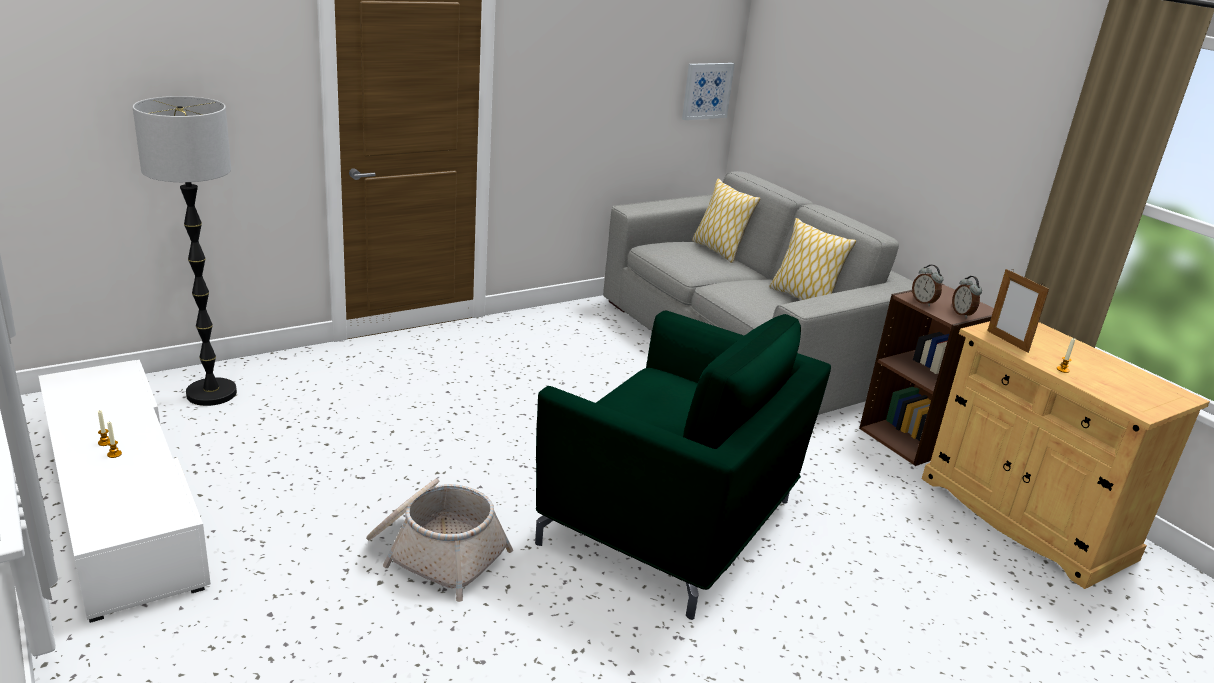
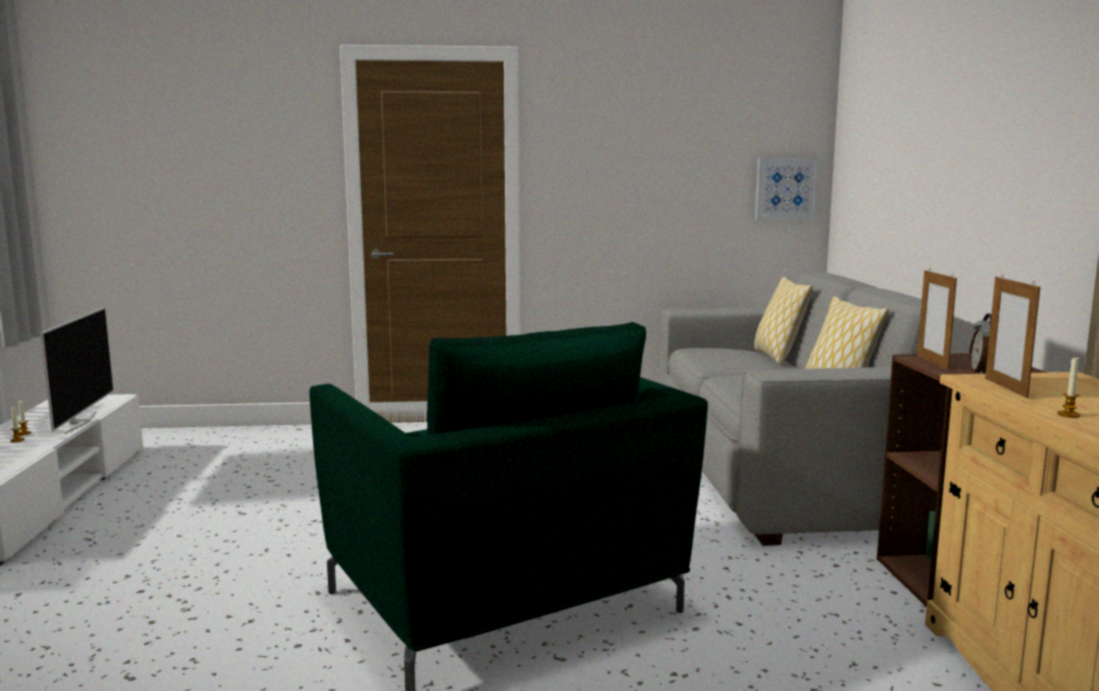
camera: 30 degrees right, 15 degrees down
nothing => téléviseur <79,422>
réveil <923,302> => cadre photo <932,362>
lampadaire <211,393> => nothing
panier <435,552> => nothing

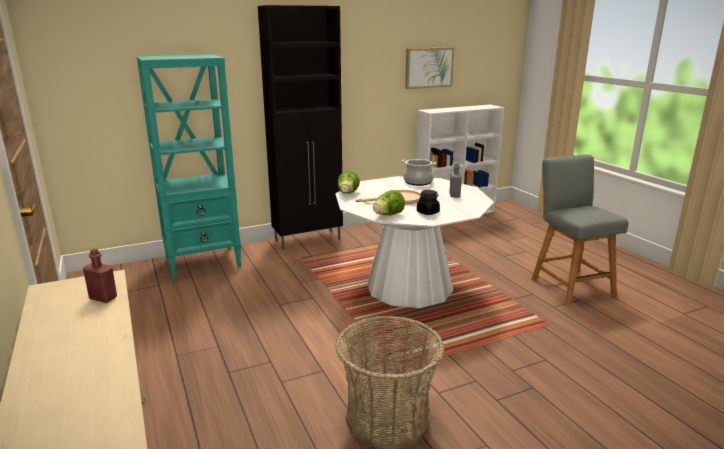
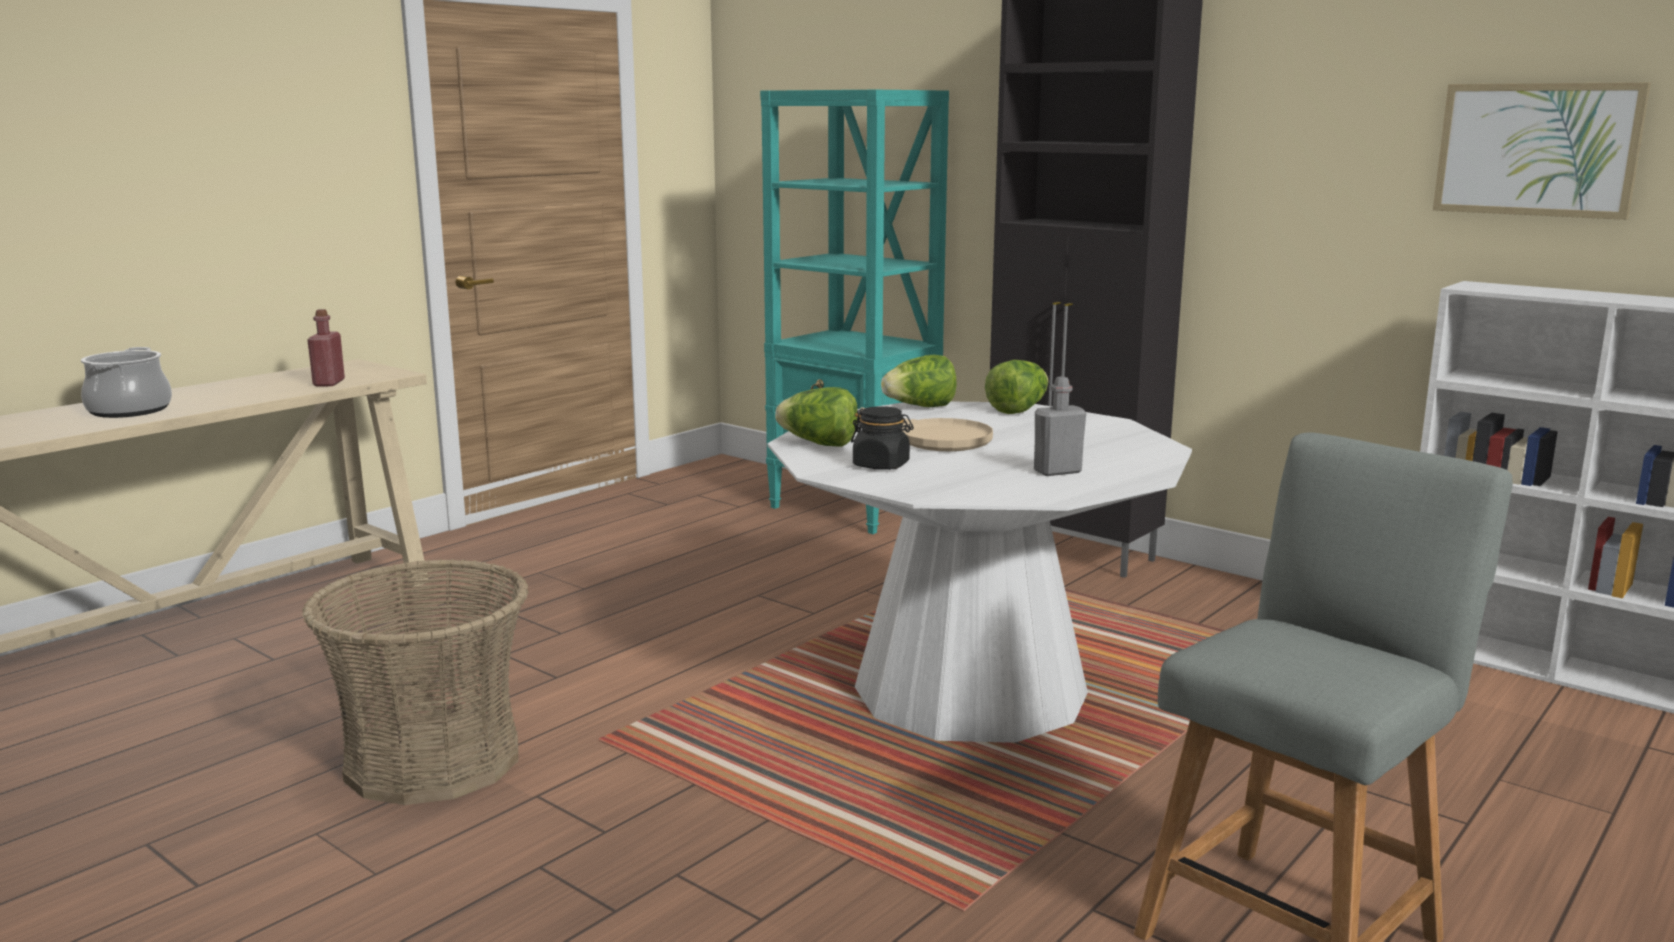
camera: 65 degrees right, 5 degrees down
marmite <418,182> => marmite <130,410>, shifted
nothing => laitue <1018,410>

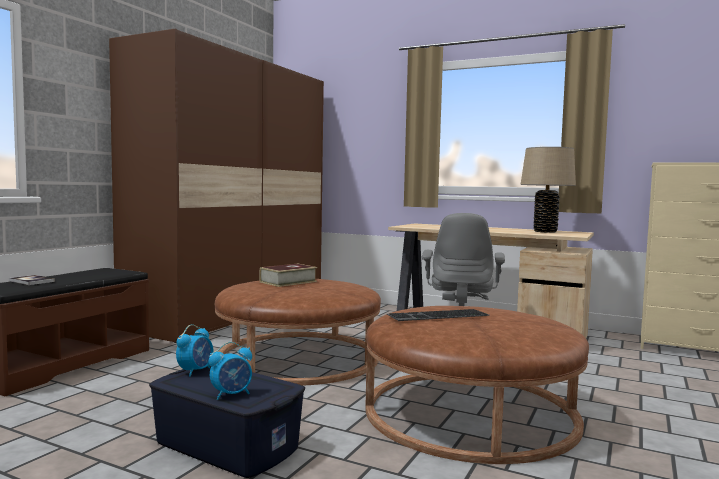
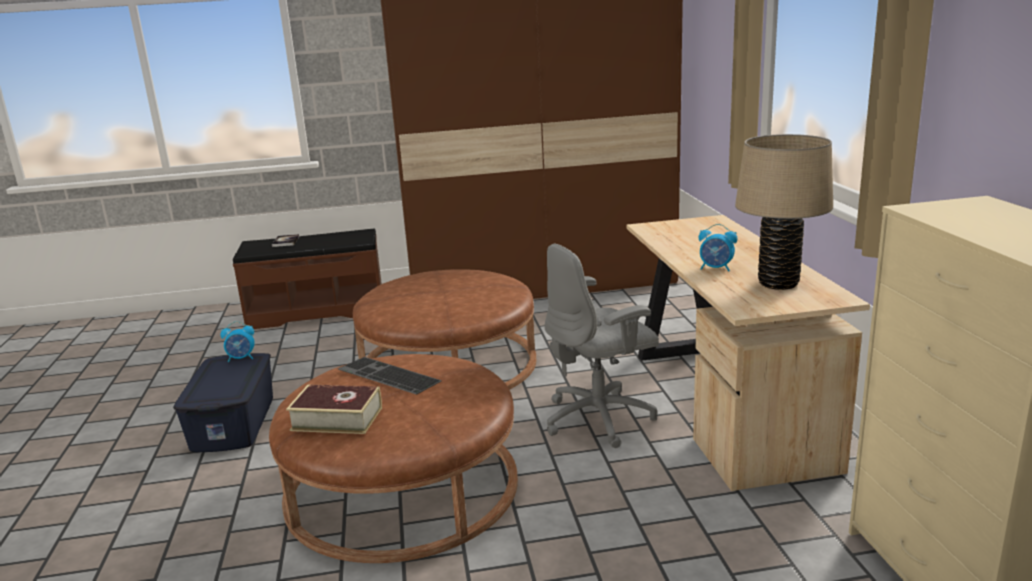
camera: 55 degrees right, 15 degrees up
livre <288,282> => livre <337,419>, shifted
réveil <232,394> => réveil <716,268>, shifted

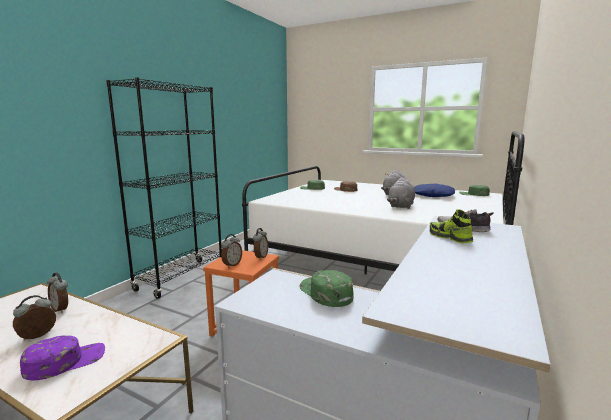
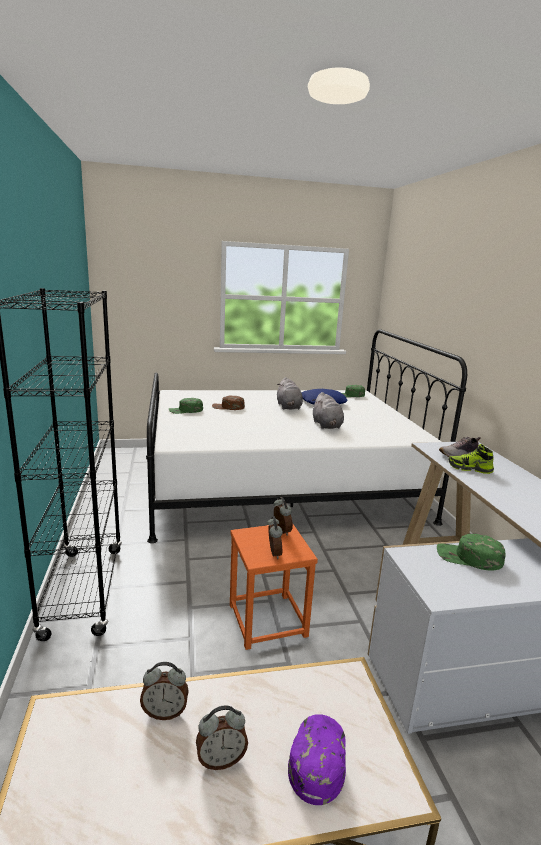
camera: 40 degrees left, 5 degrees up
réveil <38,336> => réveil <221,759>, 105 degrees counterclockwise

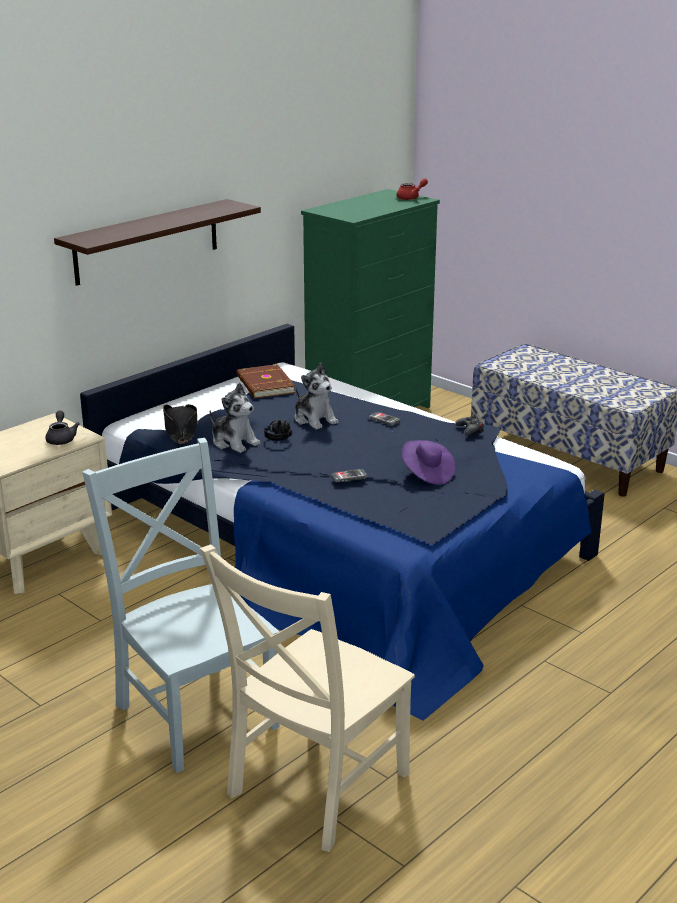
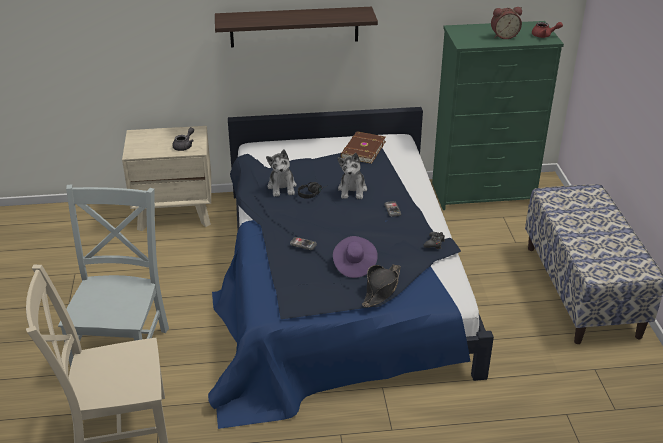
camera: 40 degrees right, 10 degrees up
chapeau [noir] <181,430> => chapeau [noir] <381,289>, shifted
nothing => réveil <504,36>

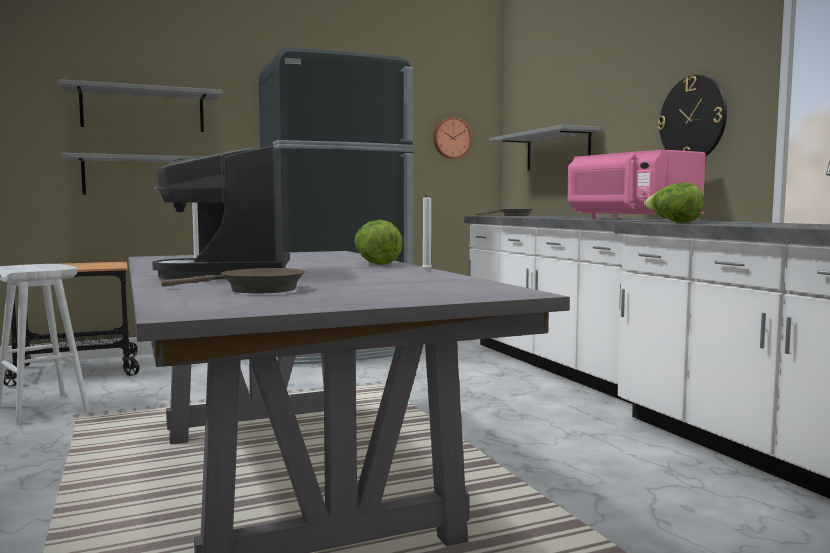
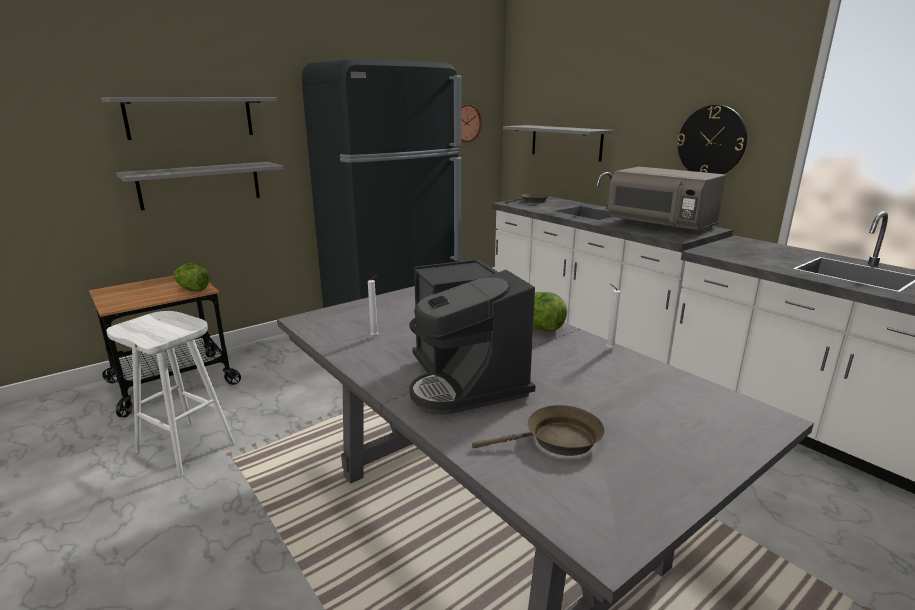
camera: 15 degrees left, 15 degrees up
laitue <674,222> => laitue <192,290>, shifted
micro-ondes [rose] <632,219> => micro-ondes [gris] <660,225>

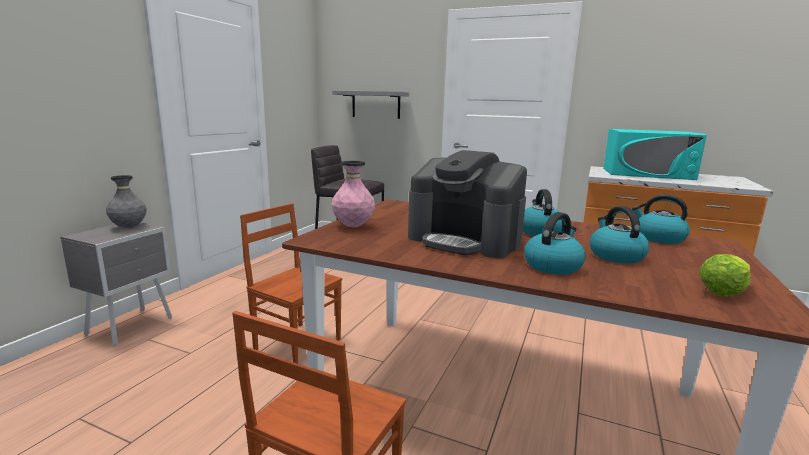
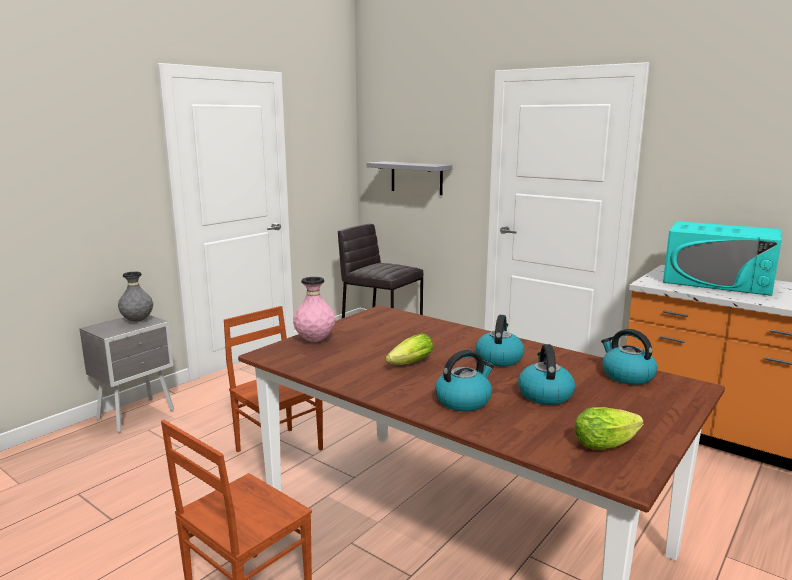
camera: 15 degrees right, 0 degrees up
machine à café <465,240> => laitue <408,364>

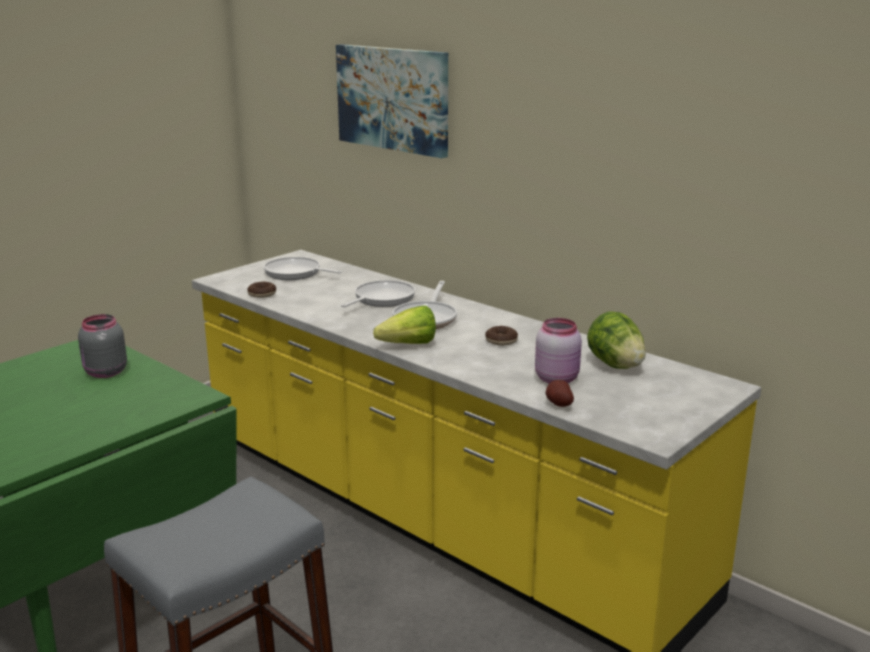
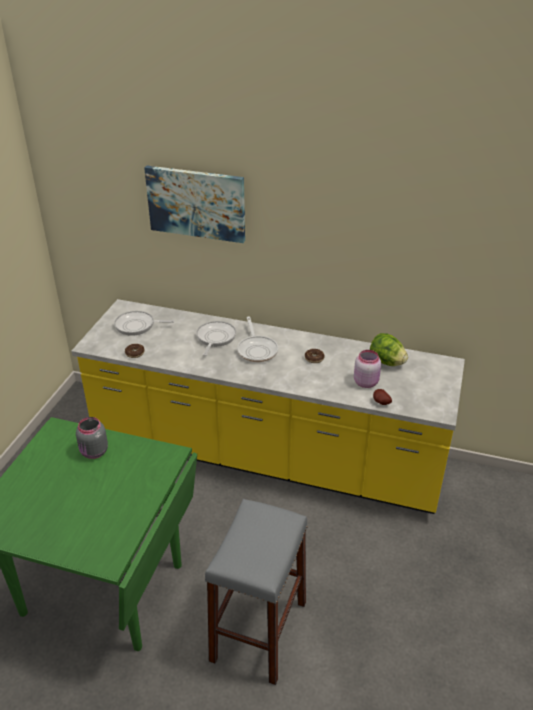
camera: 25 degrees left, 15 degrees up
laitue <403,345> => nothing

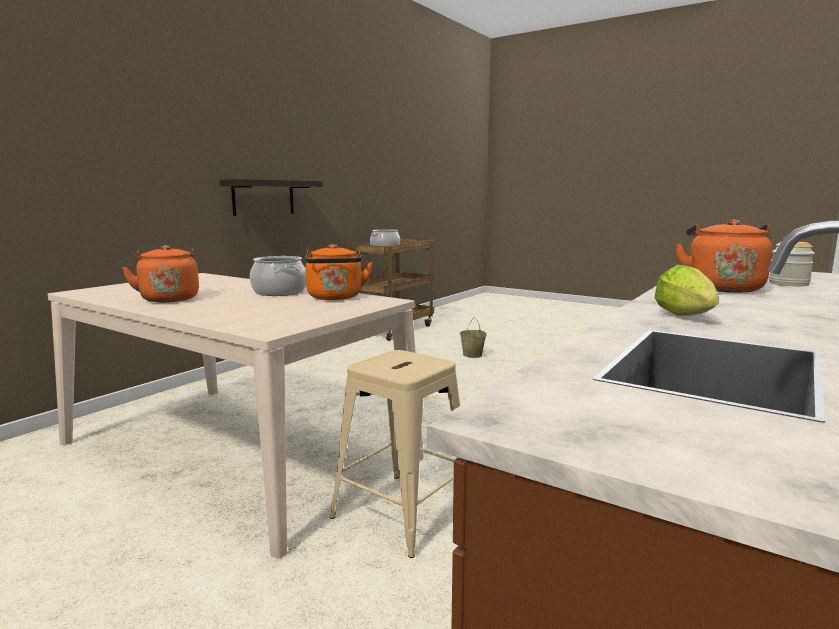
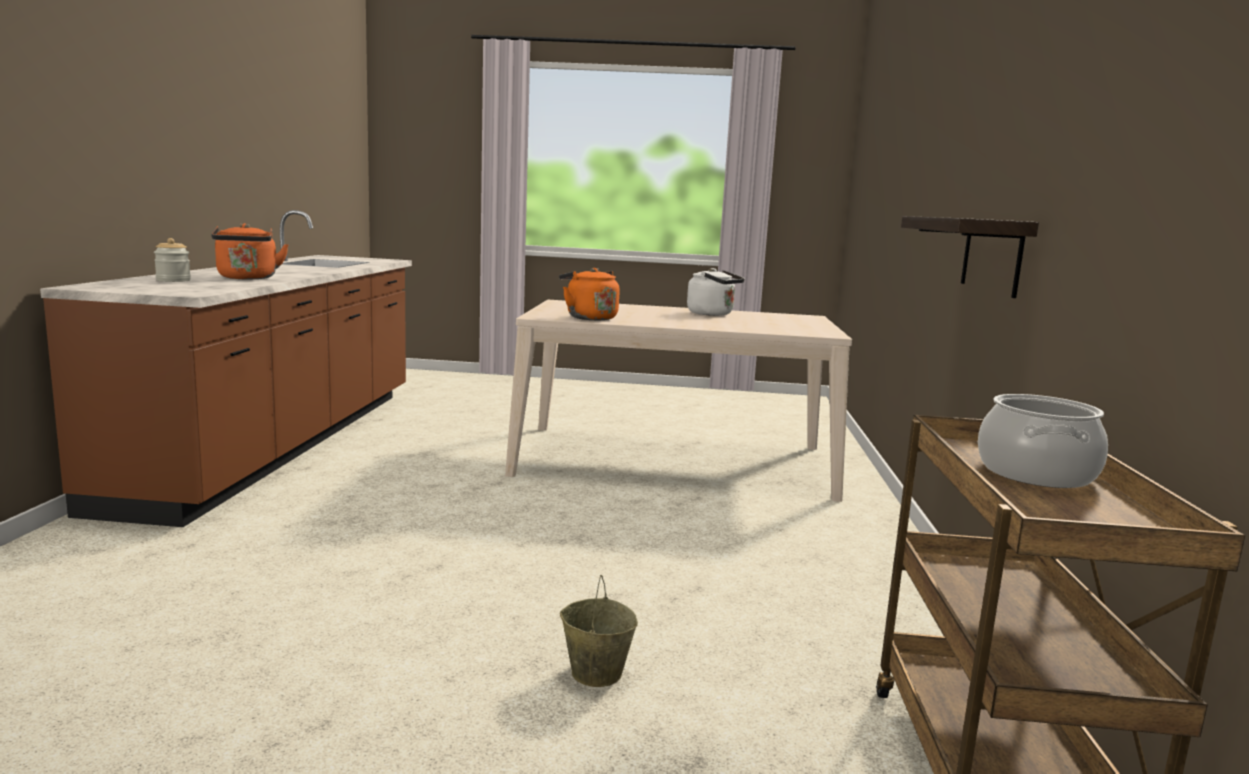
camera: 150 degrees right, 0 degrees up
bouilloire [orange] <169,298> => bouilloire [blanc] <713,314>
marmite <280,292> => nothing
tabouret [beige] <402,512> => nothing
laitue <687,317> => nothing

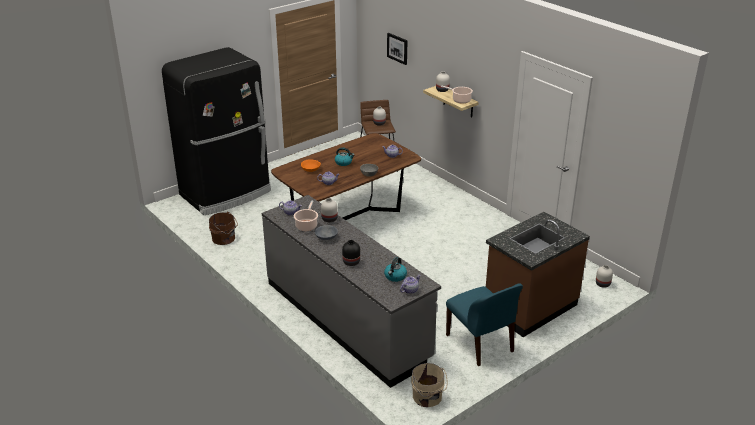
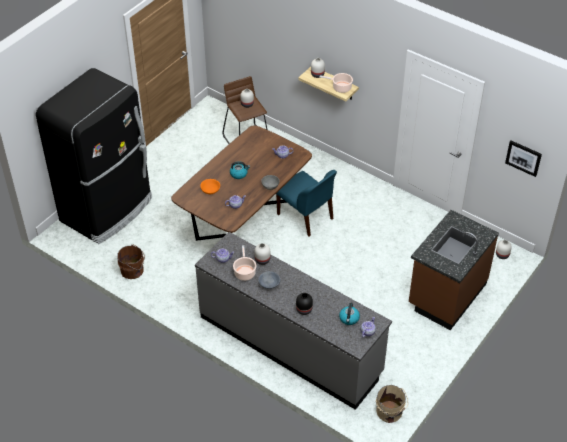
camera: 15 degrees left, 15 degrees up
chaise [bleu] <480,344> => chaise [bleu] <306,217>, shifted
tableau <397,48> => tableau <523,157>, shifted

